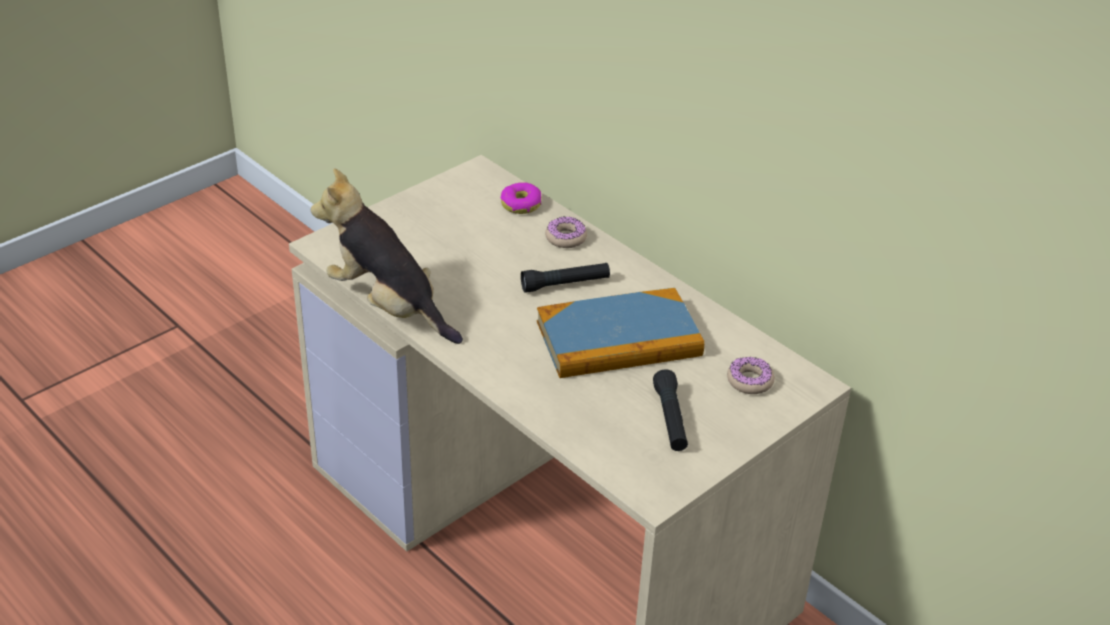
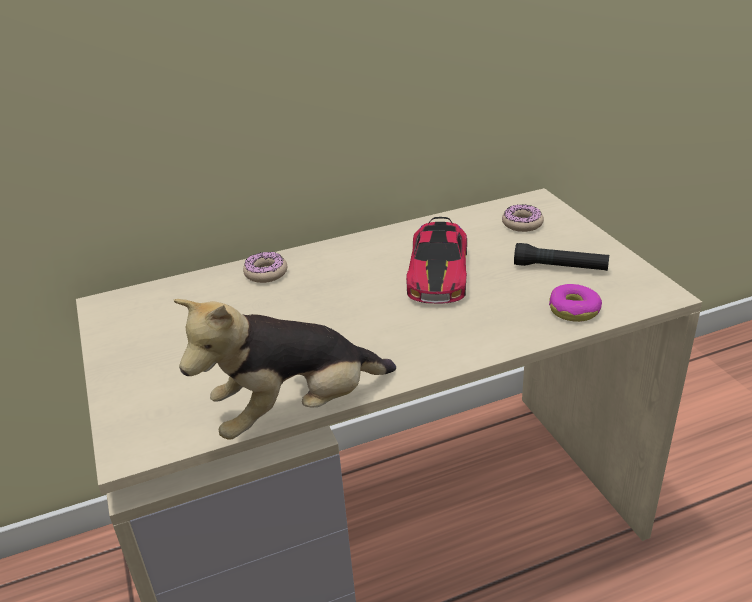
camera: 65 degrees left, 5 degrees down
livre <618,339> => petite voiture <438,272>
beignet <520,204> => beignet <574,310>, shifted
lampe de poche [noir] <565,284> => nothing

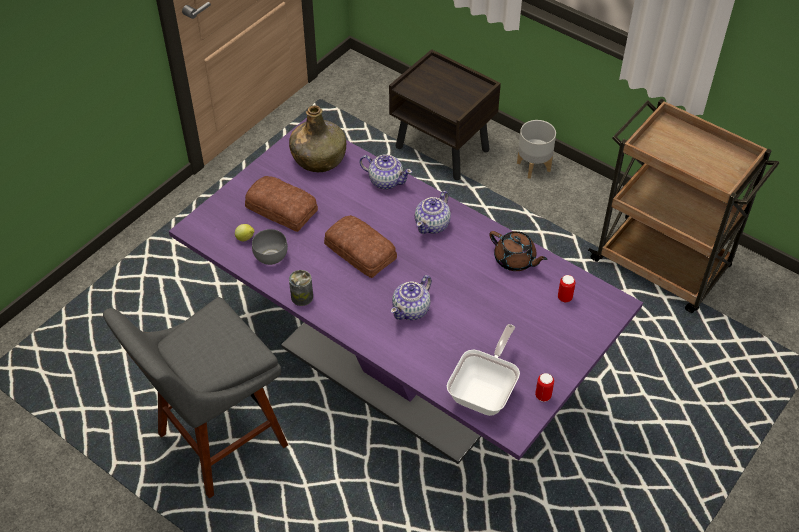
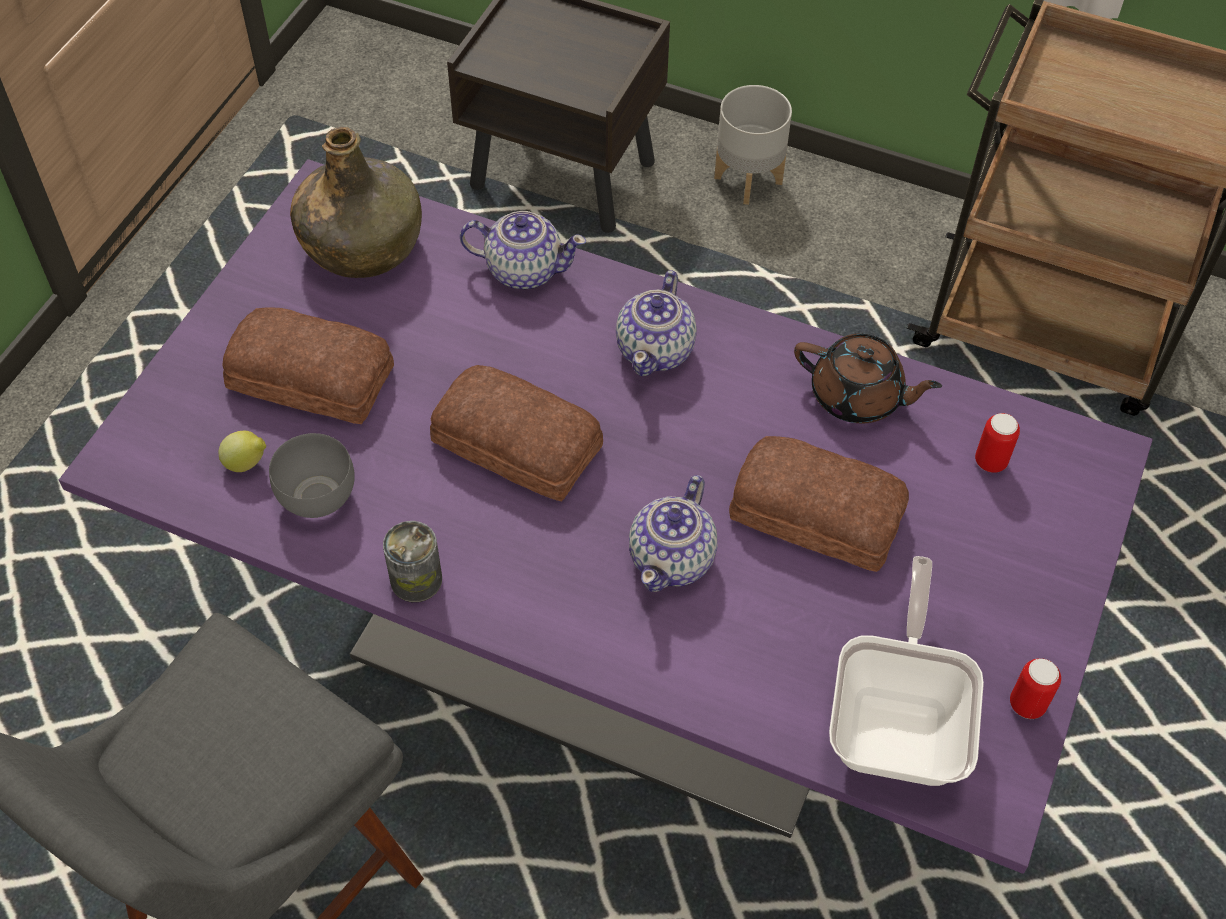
camera: 15 degrees left, 5 degrees up
nothing => pain <816,510>

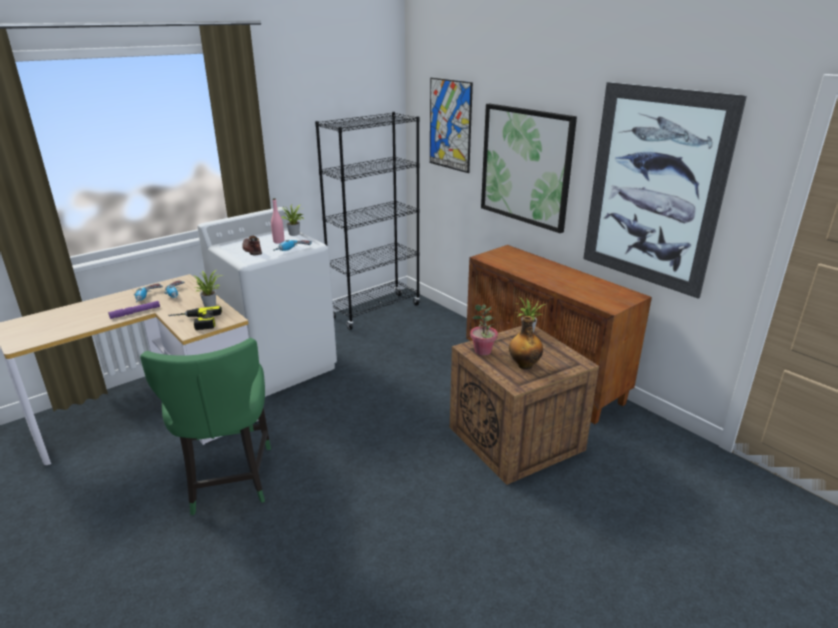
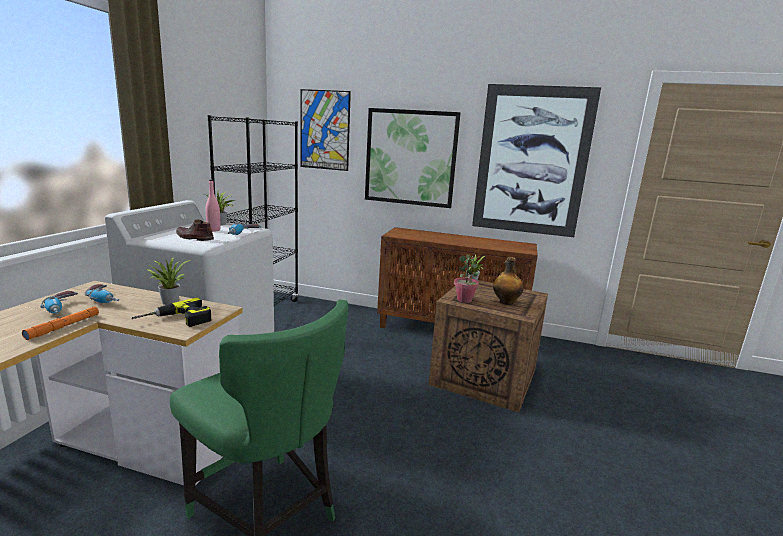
camera: 35 degrees left, 10 degrees down
lampe de poche [violet] <135,312> => lampe de poche [orange] <63,326>

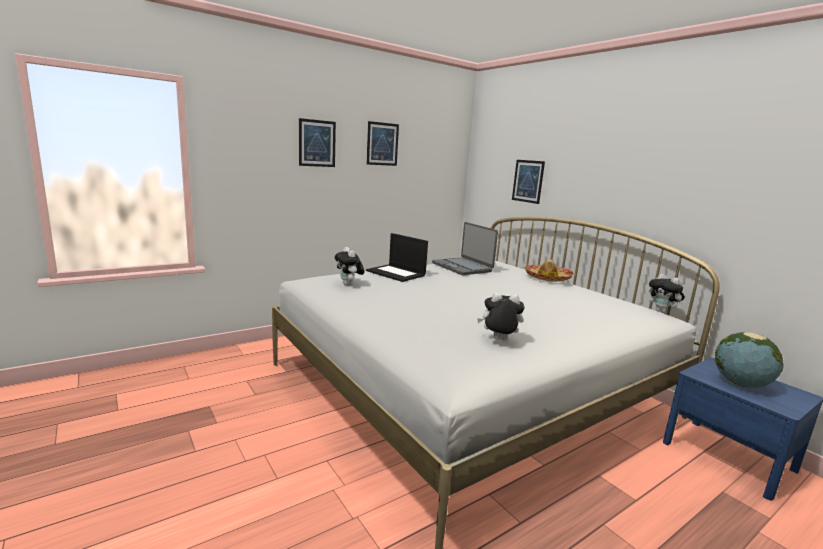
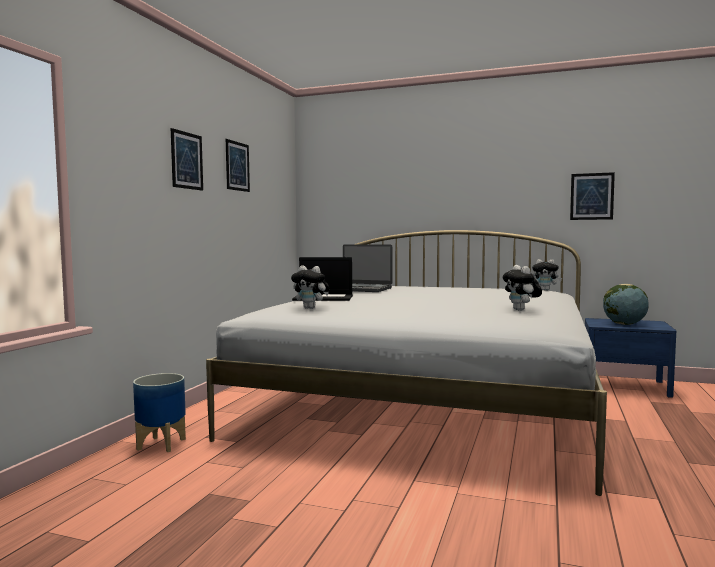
camera: 35 degrees left, 10 degrees down
nothing => cache-pot <161,444>
peluche <498,340> => peluche <521,310>, 75 degrees counterclockwise
tableau <528,181> => tableau <591,196>, shifted
chapeau <547,278> => nothing

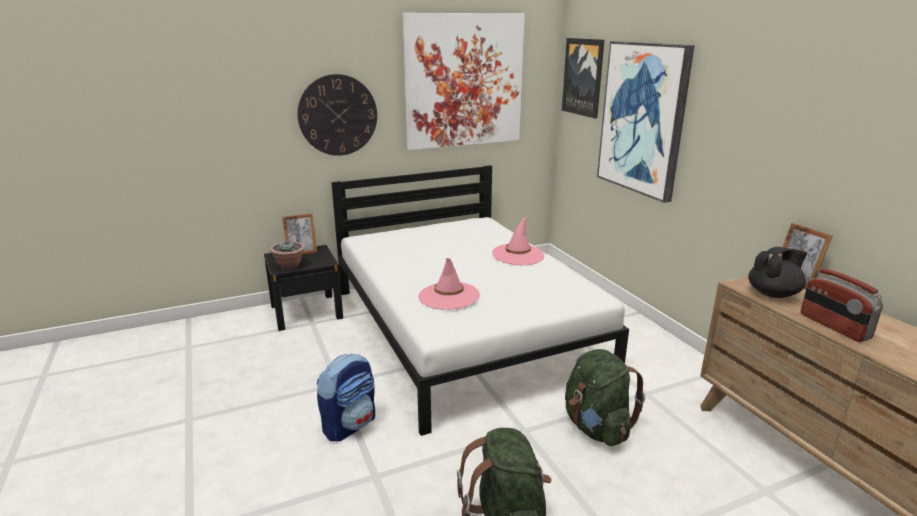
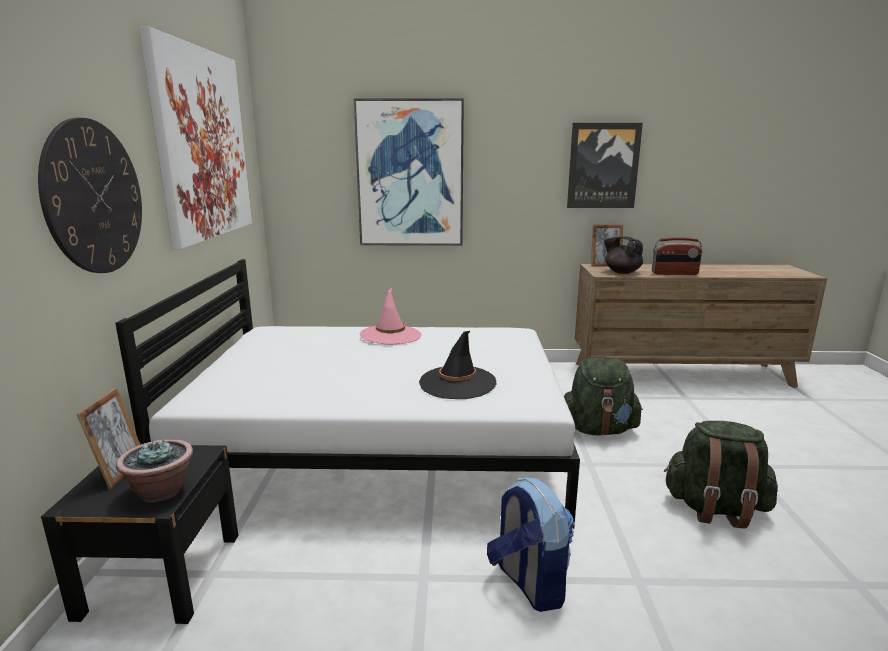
camera: 65 degrees left, 5 degrees down
chapeau [rose] <448,296> => chapeau [noir] <457,383>
tableau <583,77> => tableau <603,166>, shifted
théière [noir] <773,294> => théière [noir] <621,272>, 45 degrees counterclockwise

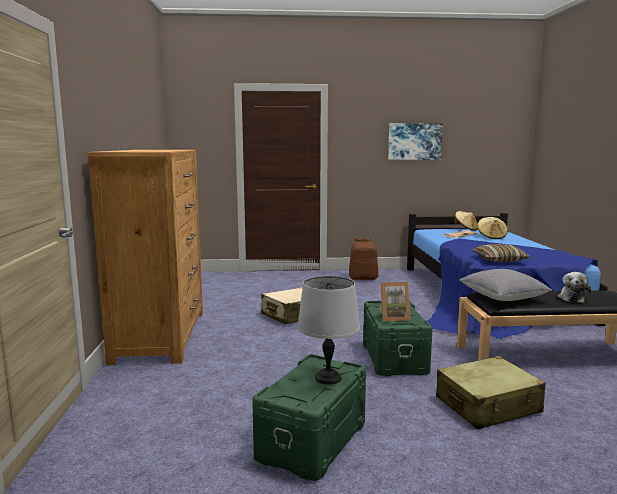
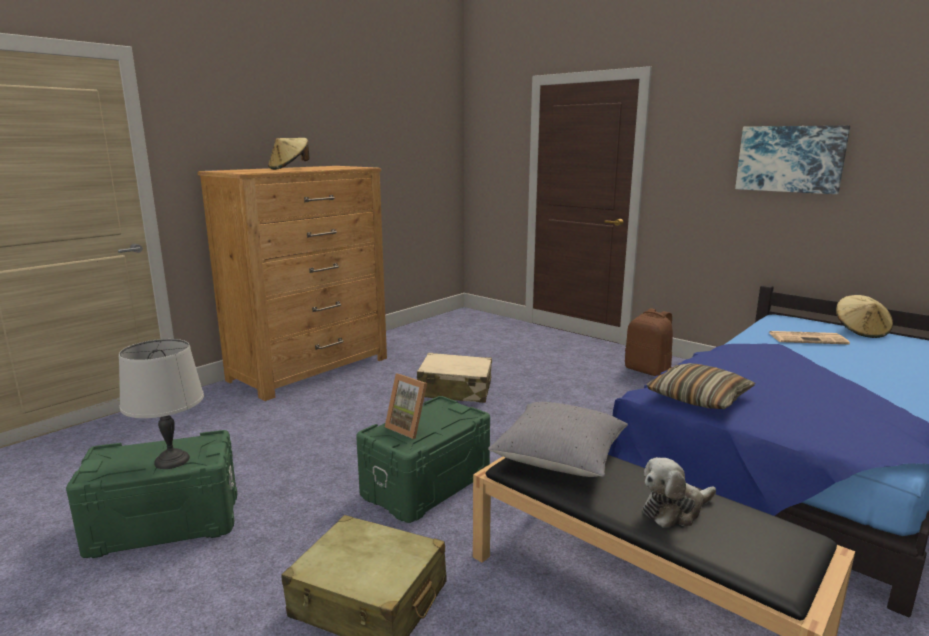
camera: 45 degrees right, 5 degrees up
chapeau [beige] <491,237> => chapeau [beige] <289,169>, shifted

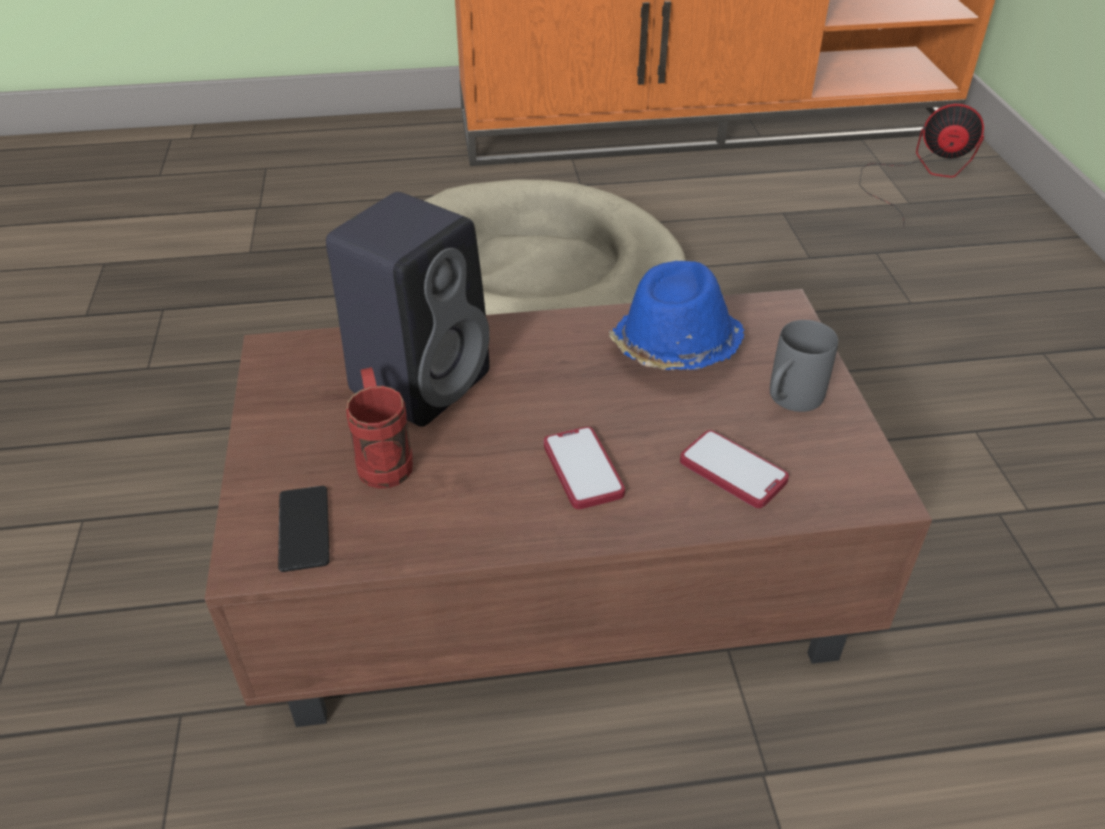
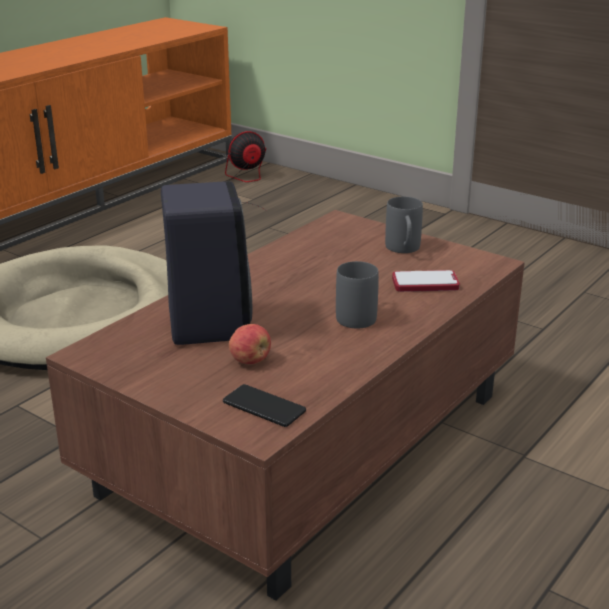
camera: 45 degrees left, 15 degrees down
mug [rouge] <383,458> => pomme <250,360>
téléphone <583,469> => mug [gris] <360,314>
chapeau [bleu] <674,347> => nothing

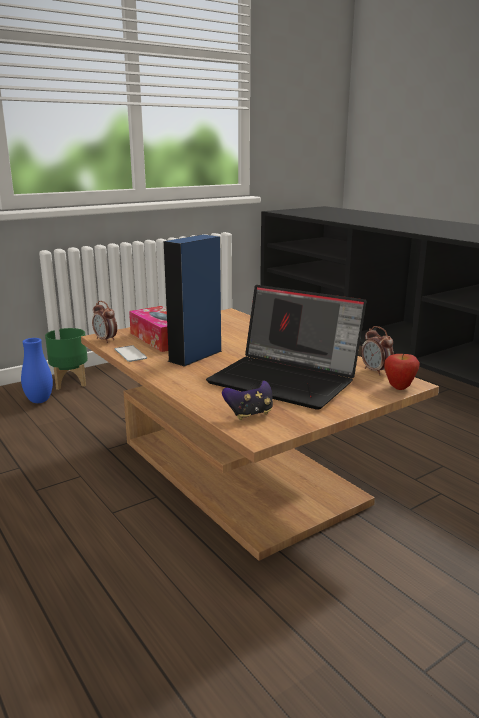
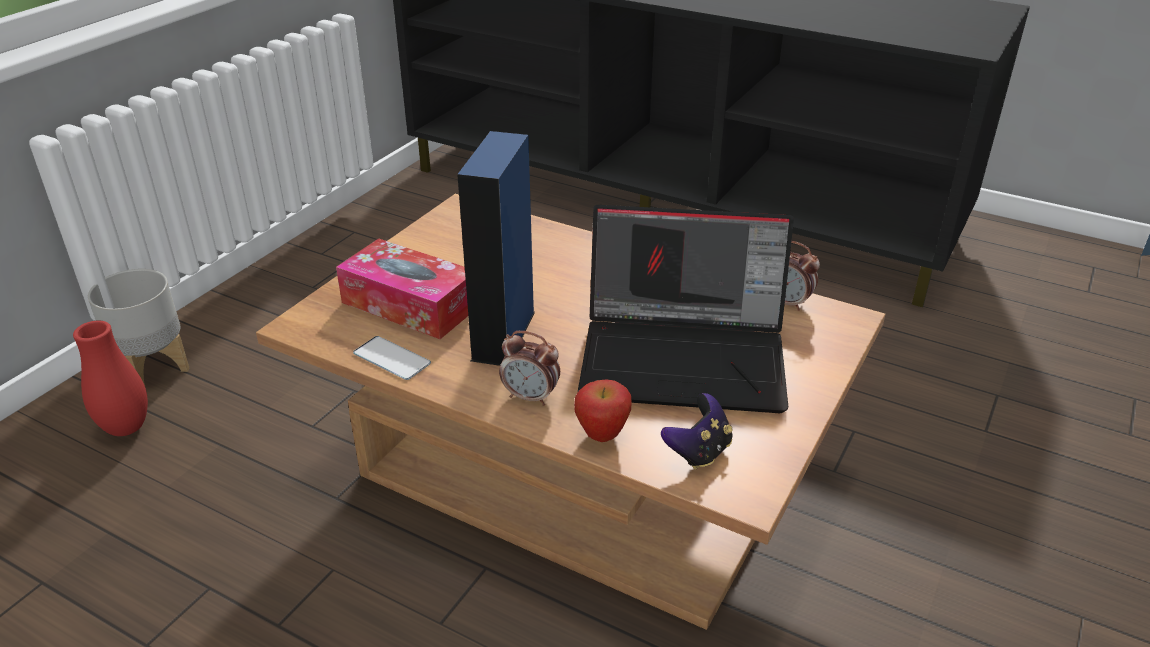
camera: 25 degrees left, 15 degrees up
vase [bleu] <39,401> => vase [rouge] <126,428>
cache-pot [vert] <71,382> => cache-pot [gris] <155,369>
réveil <105,340> => réveil <531,397>, shifted
pomme <399,387> => pomme <602,435>, shifted

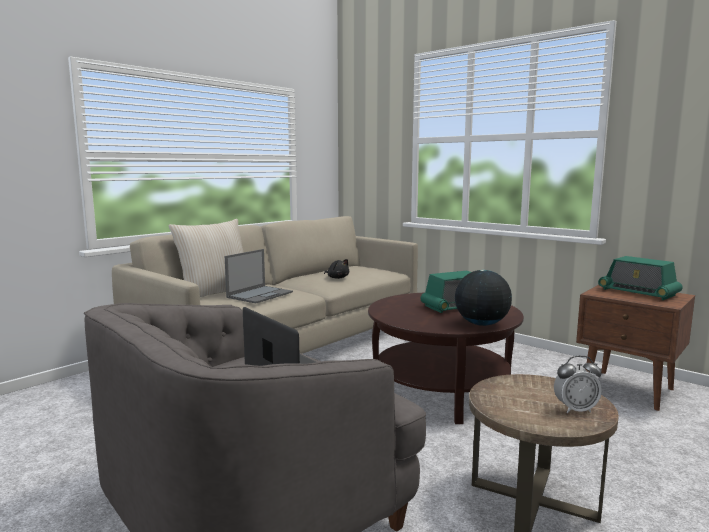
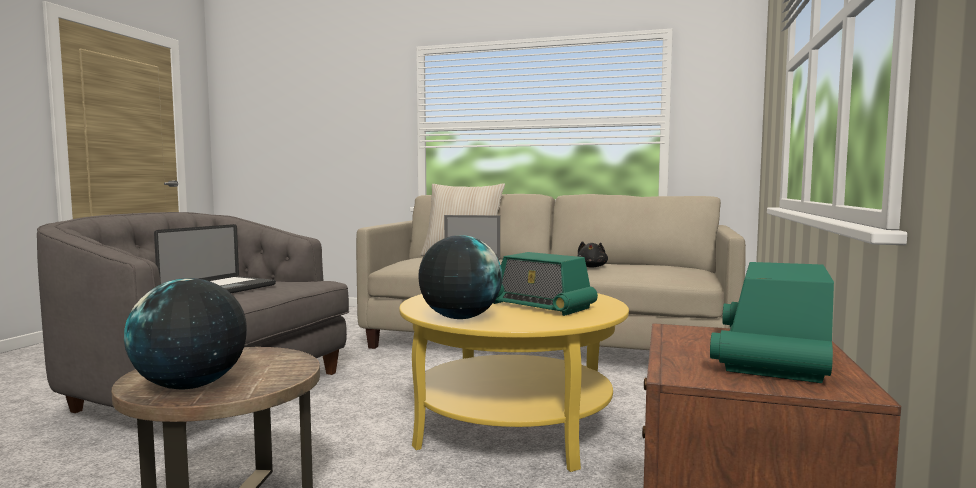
camera: 65 degrees right, 5 degrees down
réveil <575,410> => globe <191,386>
table basse [marron] <441,390> => table basse [jaune] <513,426>

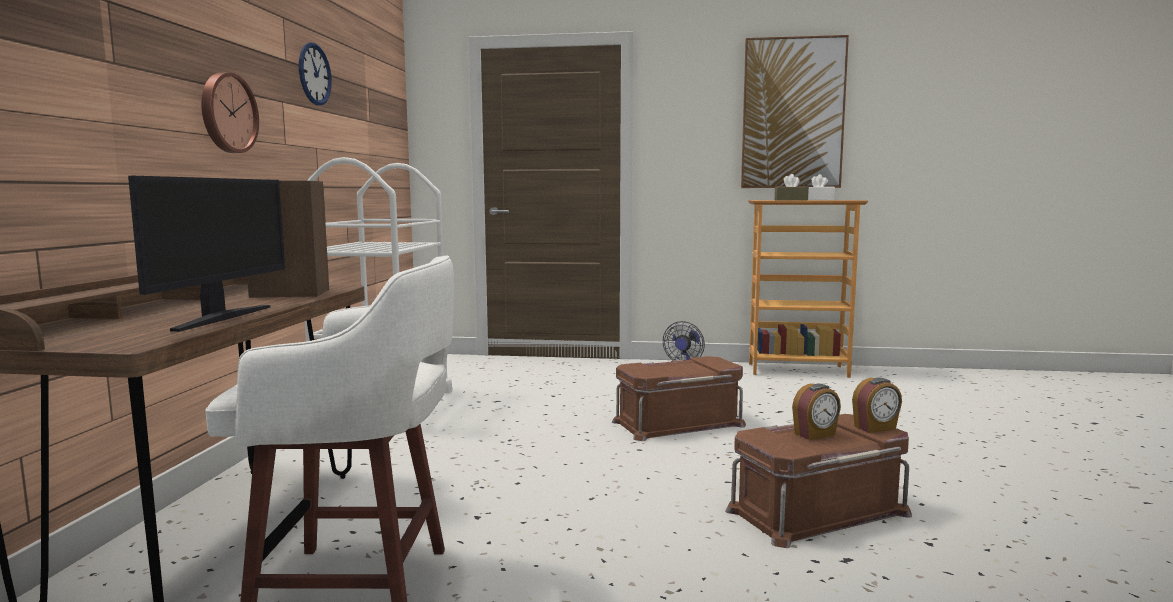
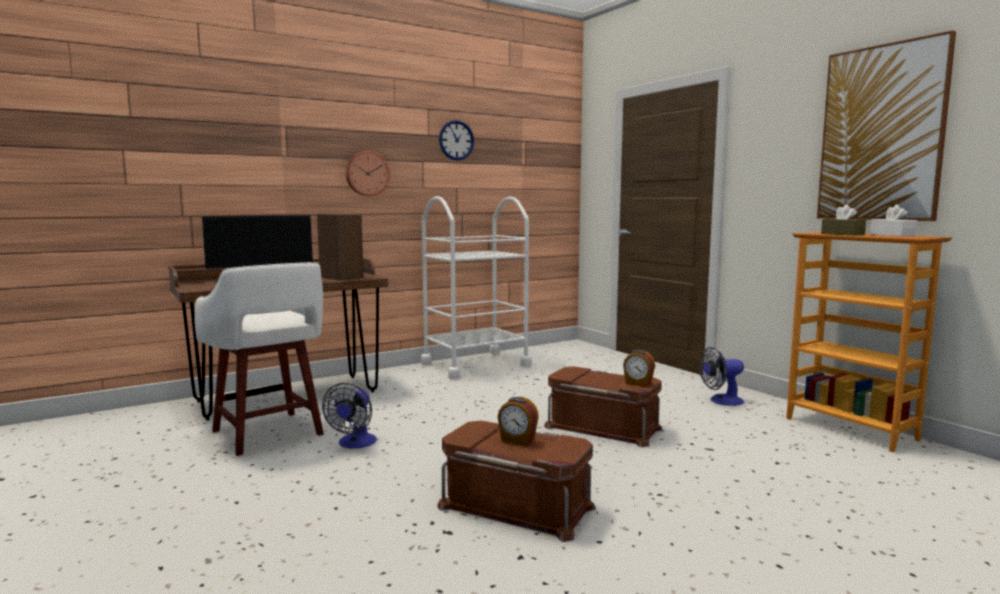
camera: 50 degrees right, 0 degrees up
nothing => ventilateur <354,444>
réveil <875,428> => réveil <638,383>, shifted

